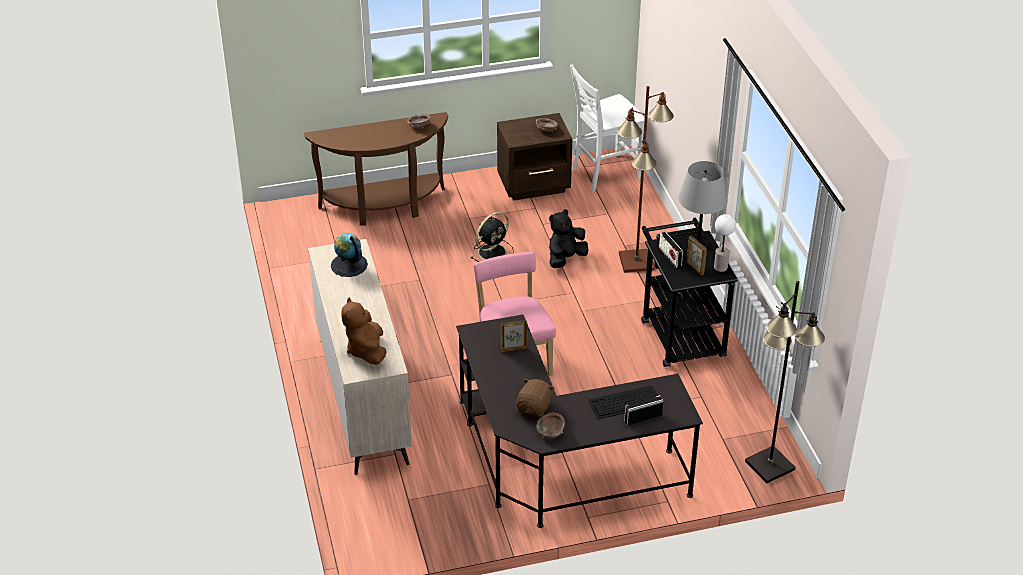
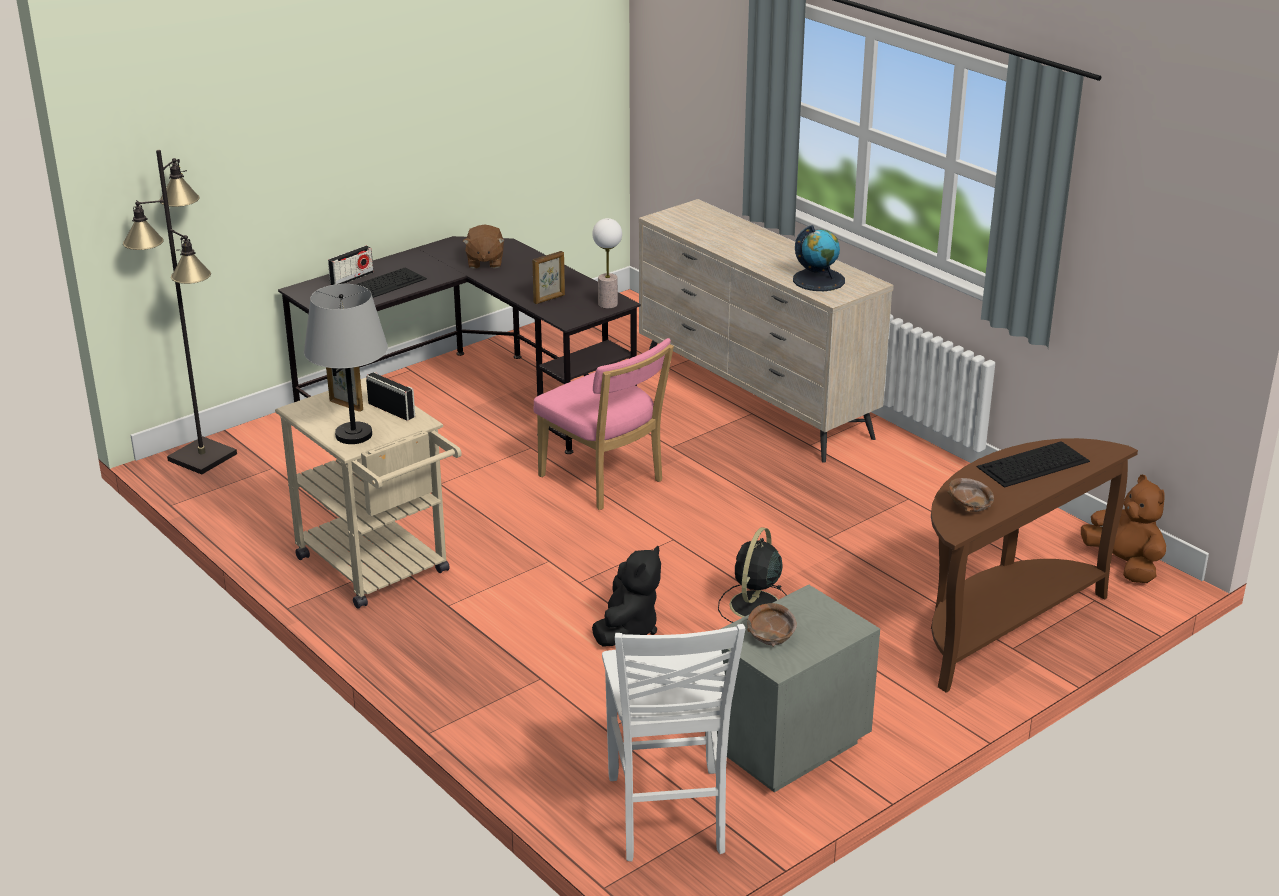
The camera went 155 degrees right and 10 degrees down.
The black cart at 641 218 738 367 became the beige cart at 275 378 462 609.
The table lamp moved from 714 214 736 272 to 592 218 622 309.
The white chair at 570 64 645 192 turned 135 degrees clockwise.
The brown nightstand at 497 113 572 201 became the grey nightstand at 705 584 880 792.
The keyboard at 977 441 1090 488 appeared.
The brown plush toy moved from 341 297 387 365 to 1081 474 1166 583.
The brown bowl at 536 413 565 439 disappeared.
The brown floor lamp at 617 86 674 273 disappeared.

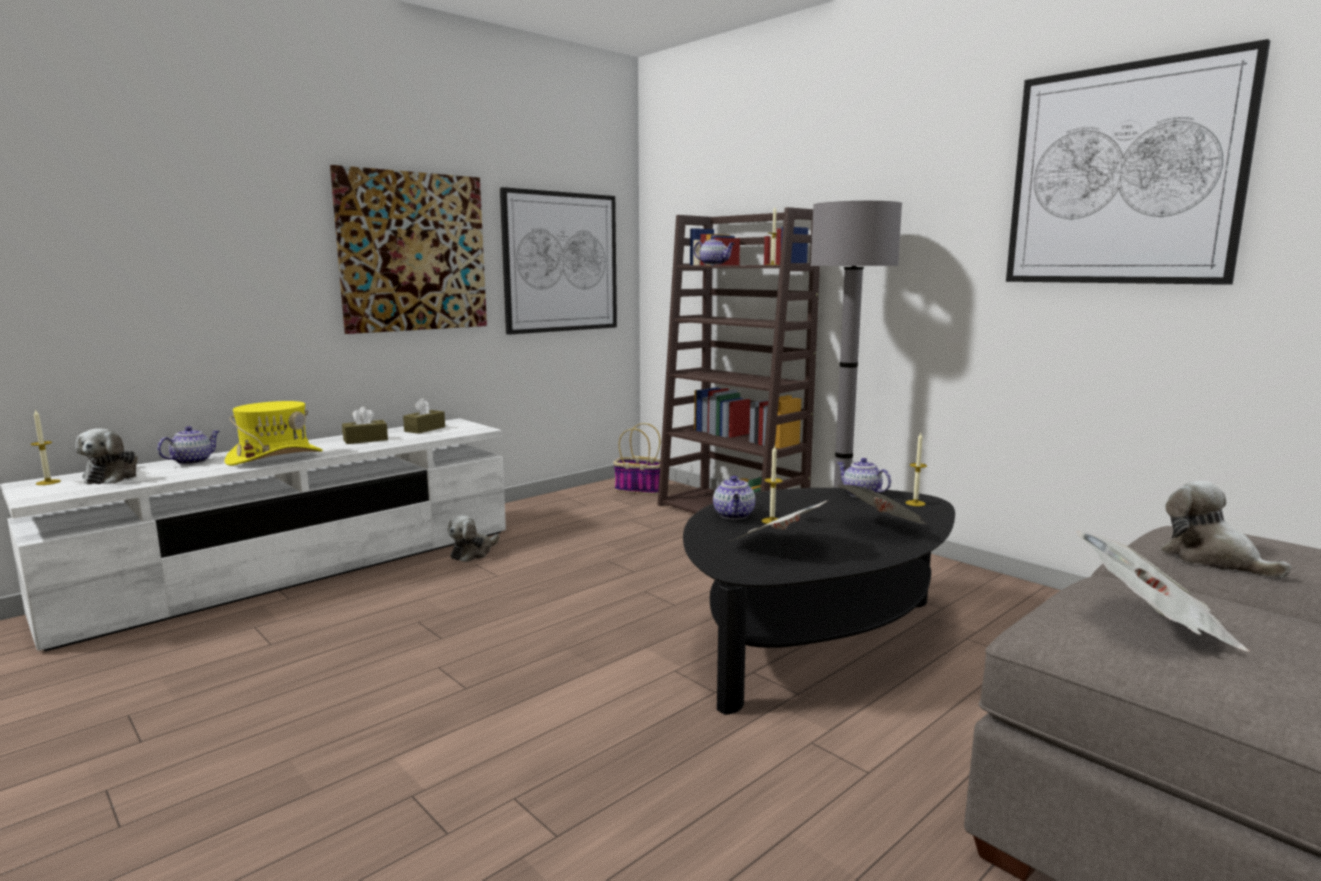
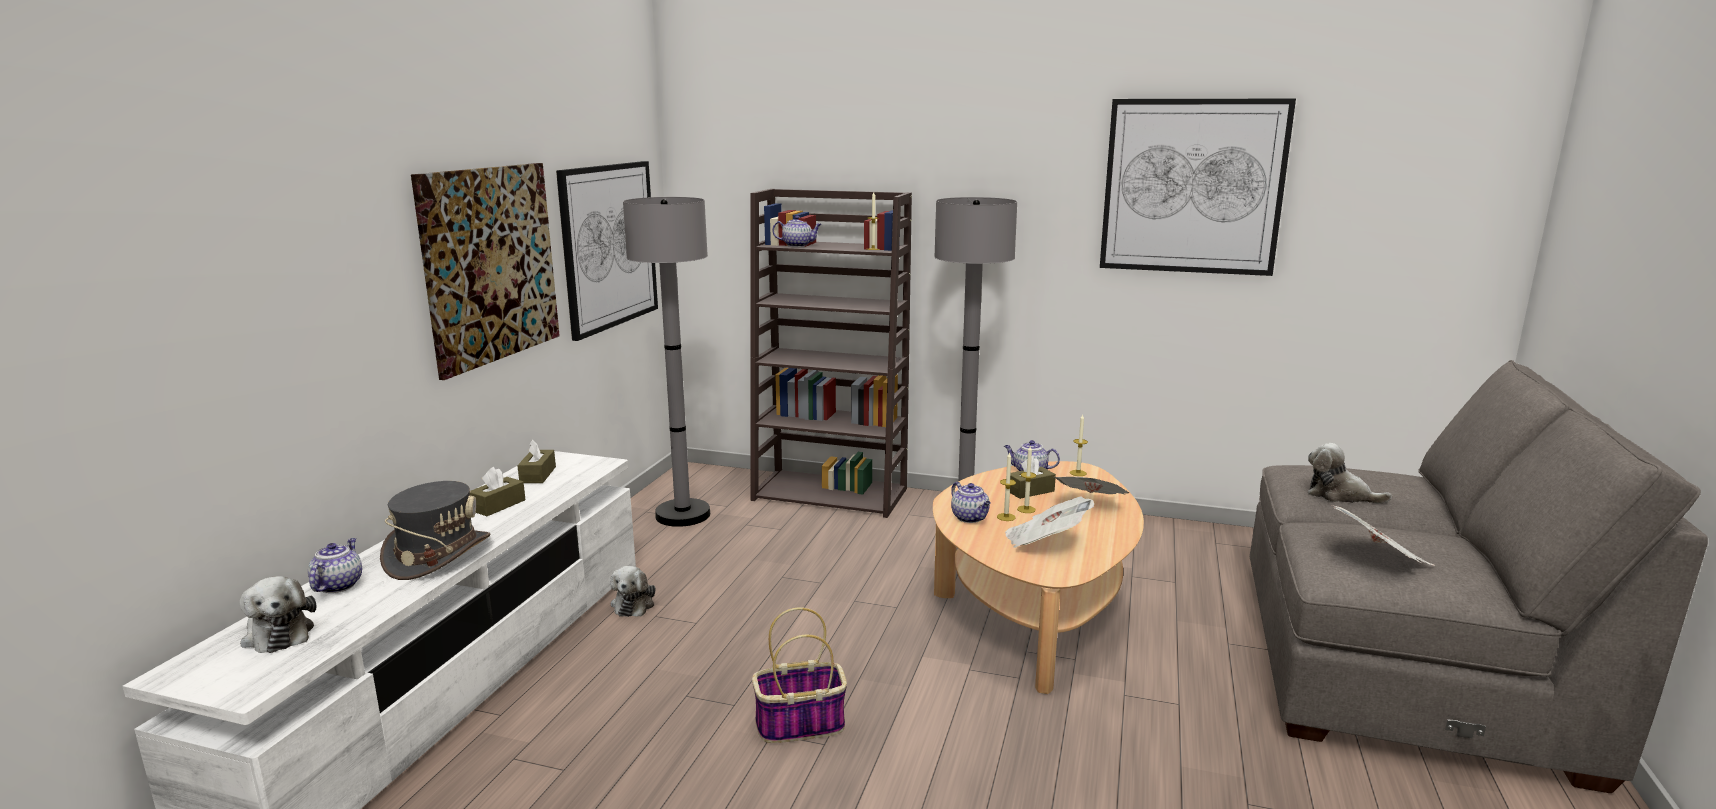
The camera went 30 degrees left and 5 degrees up.
The yellow hat at 225 401 323 466 became the grey hat at 380 481 491 580.
The grey floor lamp at 623 197 710 527 appeared.
The basket moved from 613 423 660 495 to 752 607 847 743.
The black coffee table at 683 488 955 715 became the beige coffee table at 933 461 1144 694.
The brown tissue box at 1010 456 1056 499 appeared.
The candle moved from 31 409 61 485 to 1017 446 1036 513.

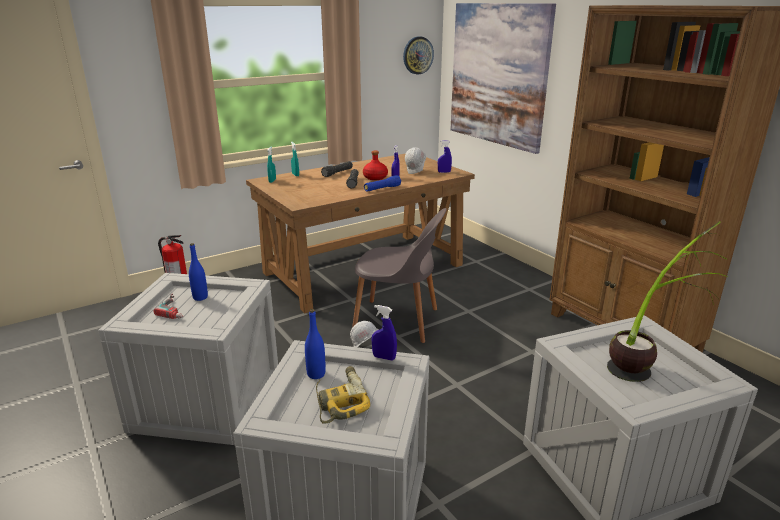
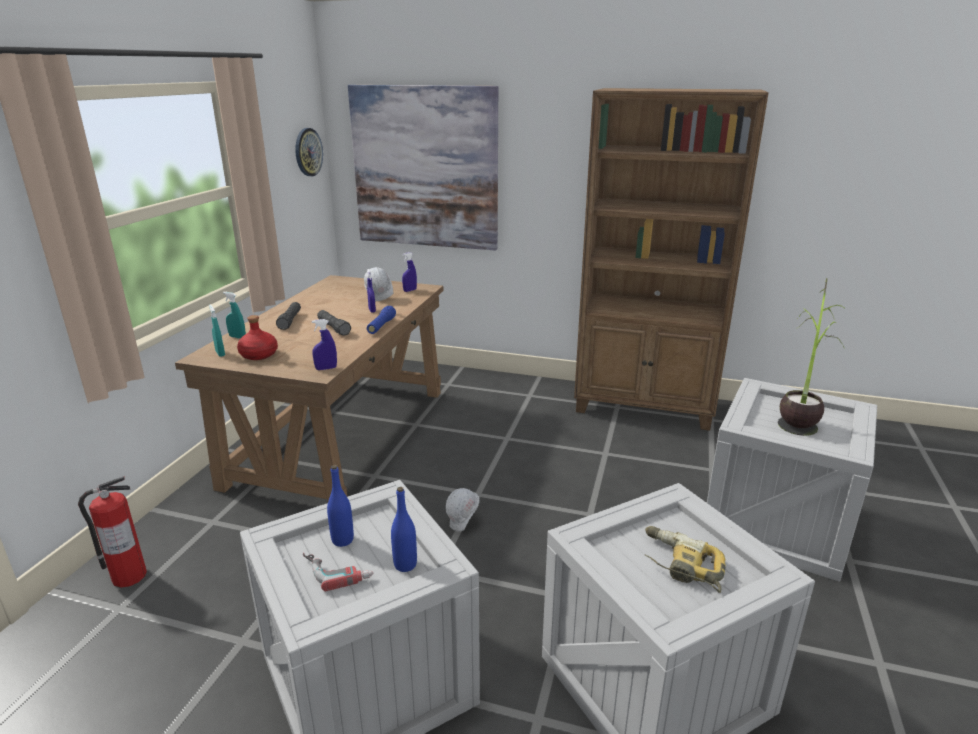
The camera went 40 degrees left and 0 degrees up.
The red bottle moved from 363 151 388 180 to 237 315 278 360.
The blue spray bottle moved from 372 305 397 361 to 312 319 337 370.
The blue bottle moved from 305 309 326 379 to 391 487 417 572.
The grey chair at 352 208 447 343 disappeared.

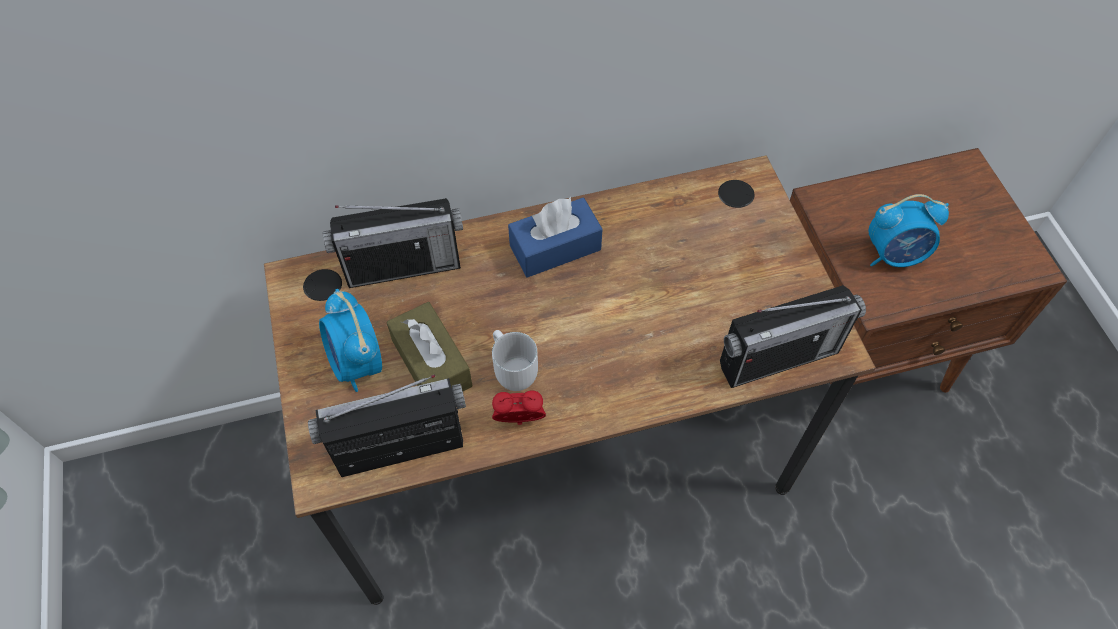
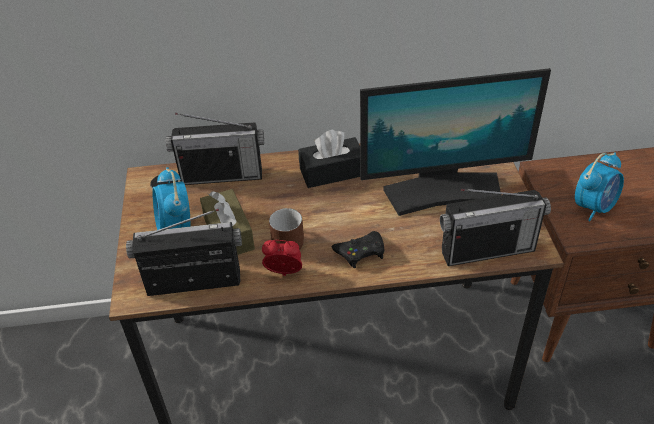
The camera went 10 degrees right and 15 degrees down.
The white mug at 492 330 538 391 became the brown mug at 269 208 304 250.
The blue tissue box at 508 197 602 278 became the black tissue box at 298 130 360 188.
The black game controller at 332 231 385 268 appeared.
The monitor at 360 68 551 216 appeared.
The alarm clock at 868 194 949 267 turned 45 degrees counterclockwise.

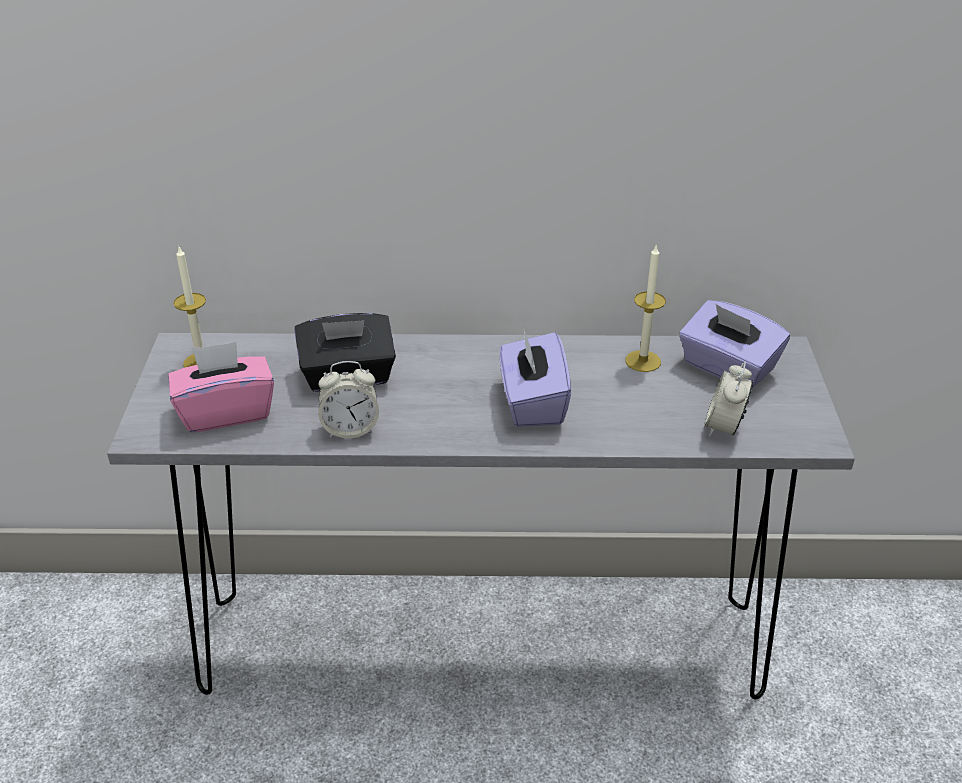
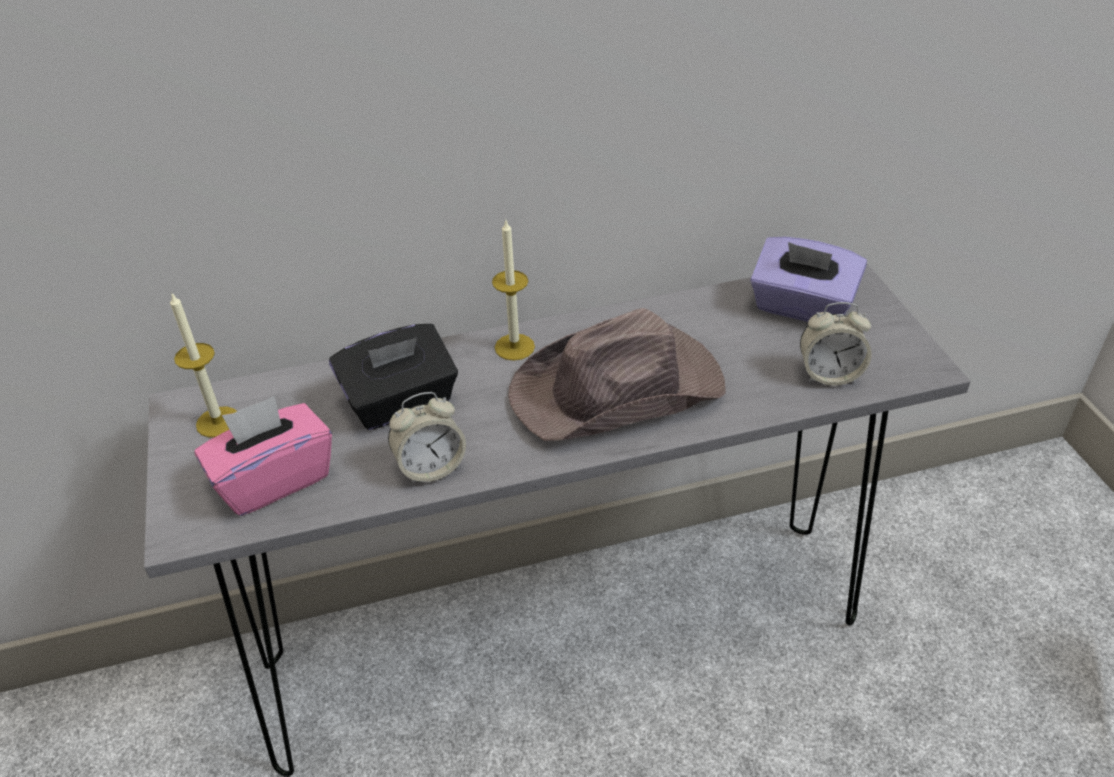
The camera went 15 degrees left and 5 degrees up.
The candle moved from 625 246 666 372 to 492 221 535 361.
The purple tissue box at 500 330 571 427 was replaced by the brown hat at 508 308 726 441.
The alarm clock at 704 362 753 437 turned 90 degrees counterclockwise.

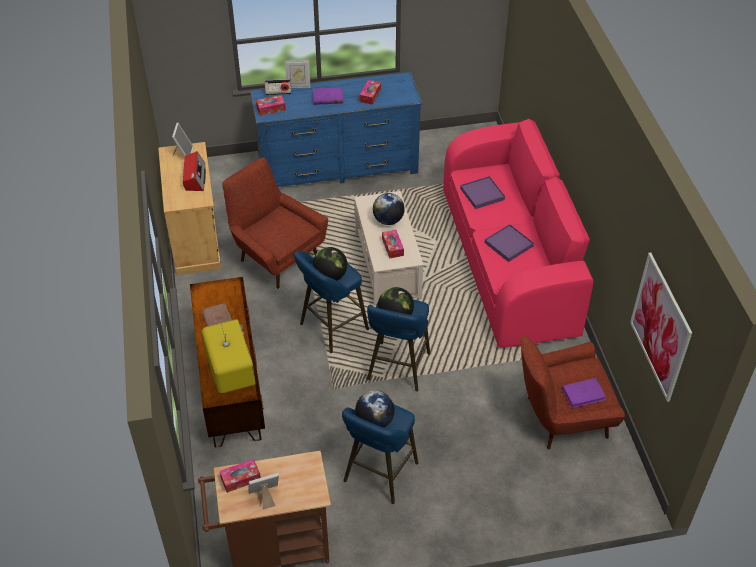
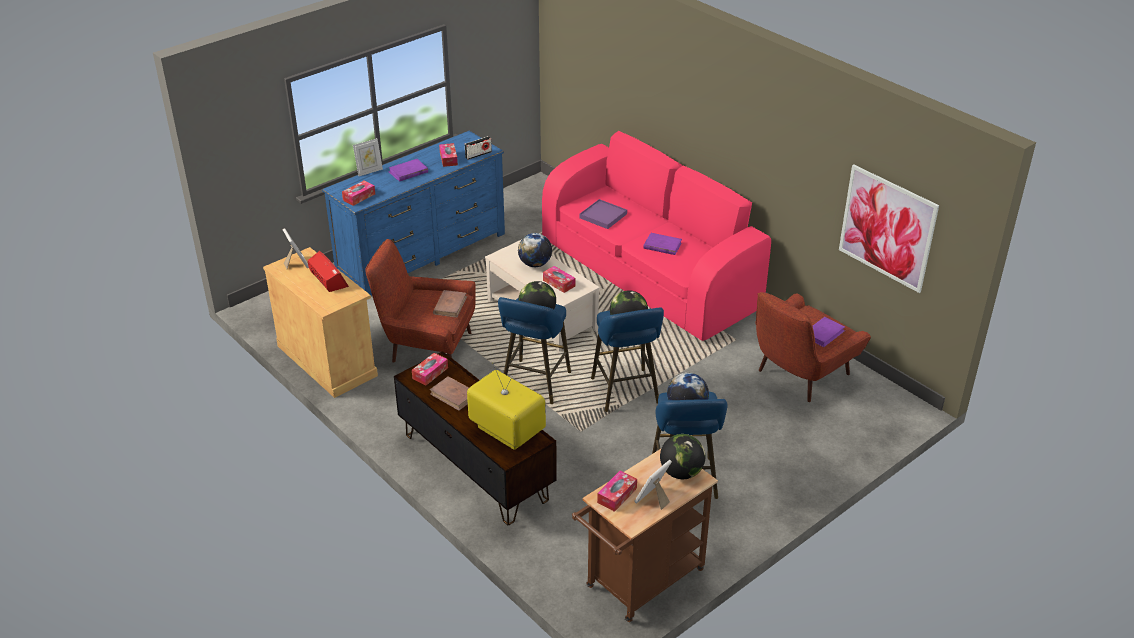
The camera went 30 degrees left and 10 degrees down.
The tissue box at 412 353 448 385 appeared.
The brown book at 433 290 467 318 appeared.
The radio moved from 264 79 292 95 to 465 136 492 160.
The purple tray at 485 224 534 262 was replaced by the purple book at 644 233 682 255.
The globe at 660 434 705 479 appeared.

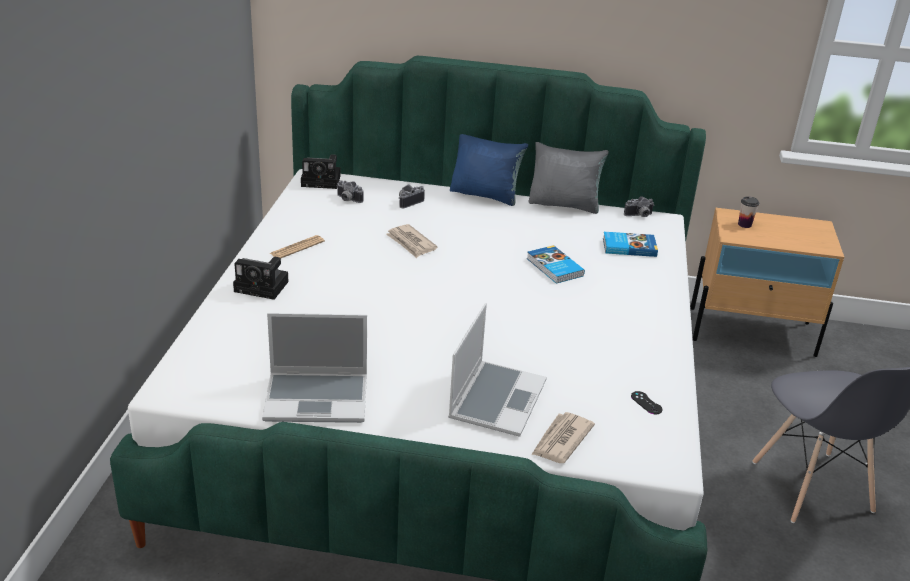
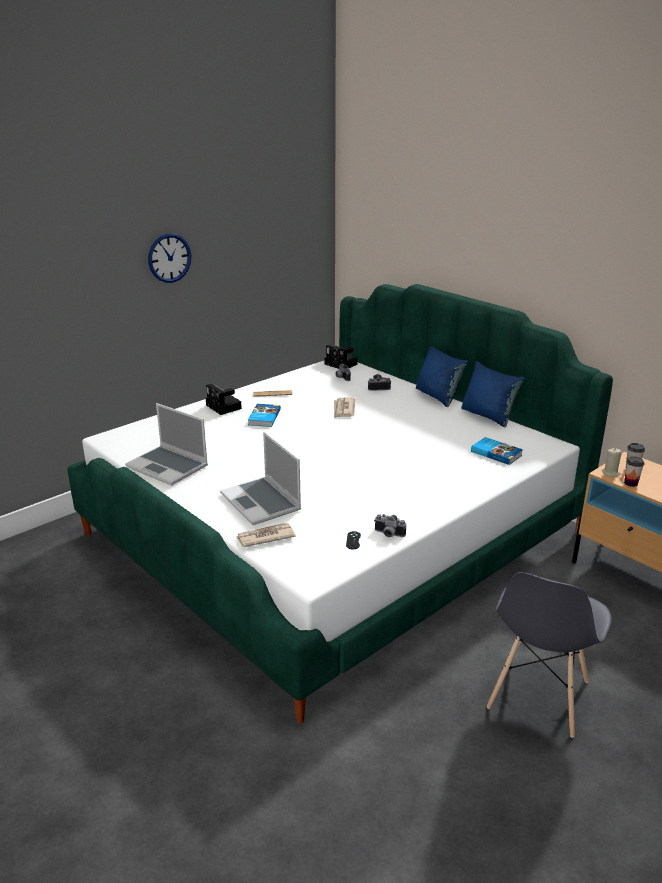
The camera went 40 degrees right and 5 degrees down.
The wall clock at 148 233 191 283 appeared.
The laptop at 448 303 547 437 turned 90 degrees clockwise.
The book moved from 527 245 585 284 to 248 404 281 427.
The photo camera moved from 624 196 654 217 to 374 514 406 537.
The grey pillow at 529 142 609 214 became the blue pillow at 461 361 525 427.
The beige candle at 602 448 622 477 appeared.
The cup at 624 456 644 487 appeared.

